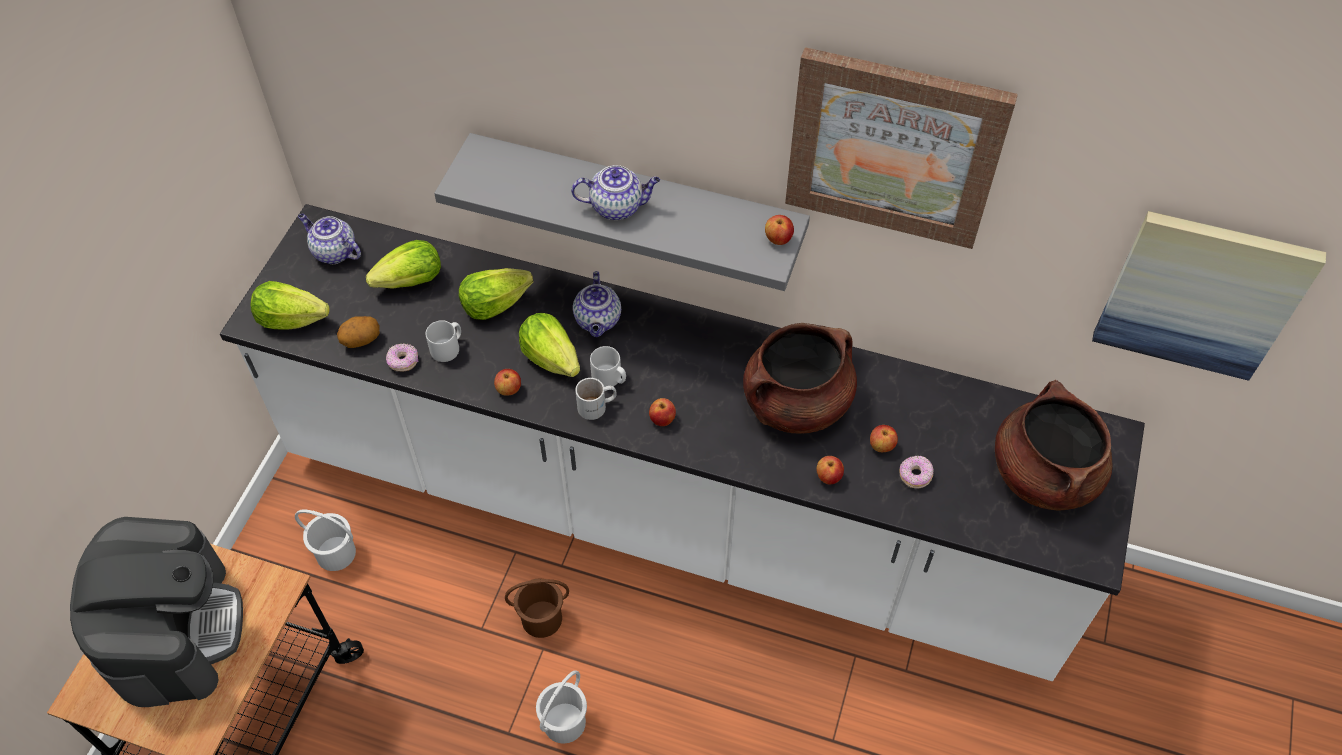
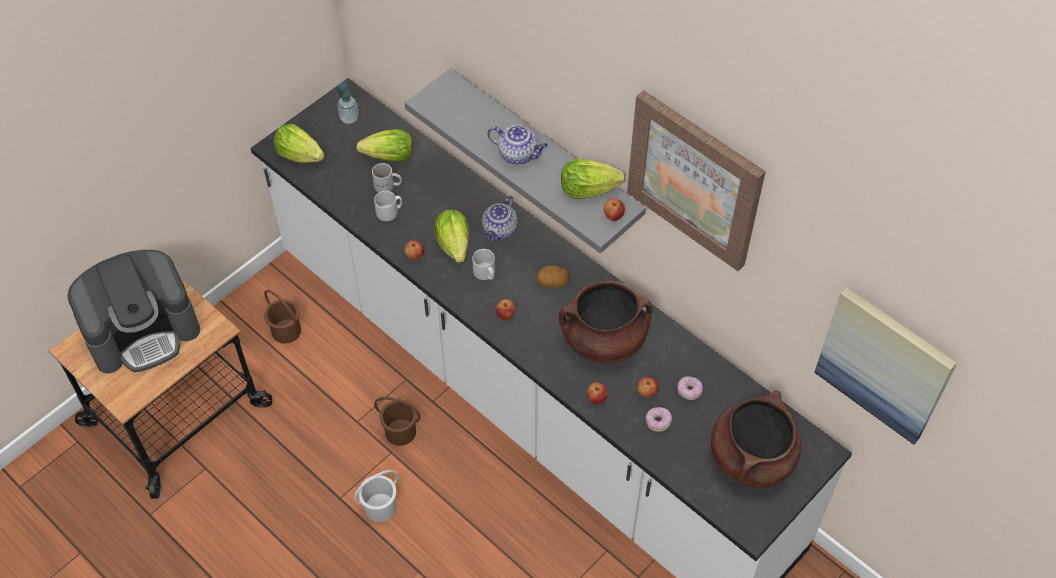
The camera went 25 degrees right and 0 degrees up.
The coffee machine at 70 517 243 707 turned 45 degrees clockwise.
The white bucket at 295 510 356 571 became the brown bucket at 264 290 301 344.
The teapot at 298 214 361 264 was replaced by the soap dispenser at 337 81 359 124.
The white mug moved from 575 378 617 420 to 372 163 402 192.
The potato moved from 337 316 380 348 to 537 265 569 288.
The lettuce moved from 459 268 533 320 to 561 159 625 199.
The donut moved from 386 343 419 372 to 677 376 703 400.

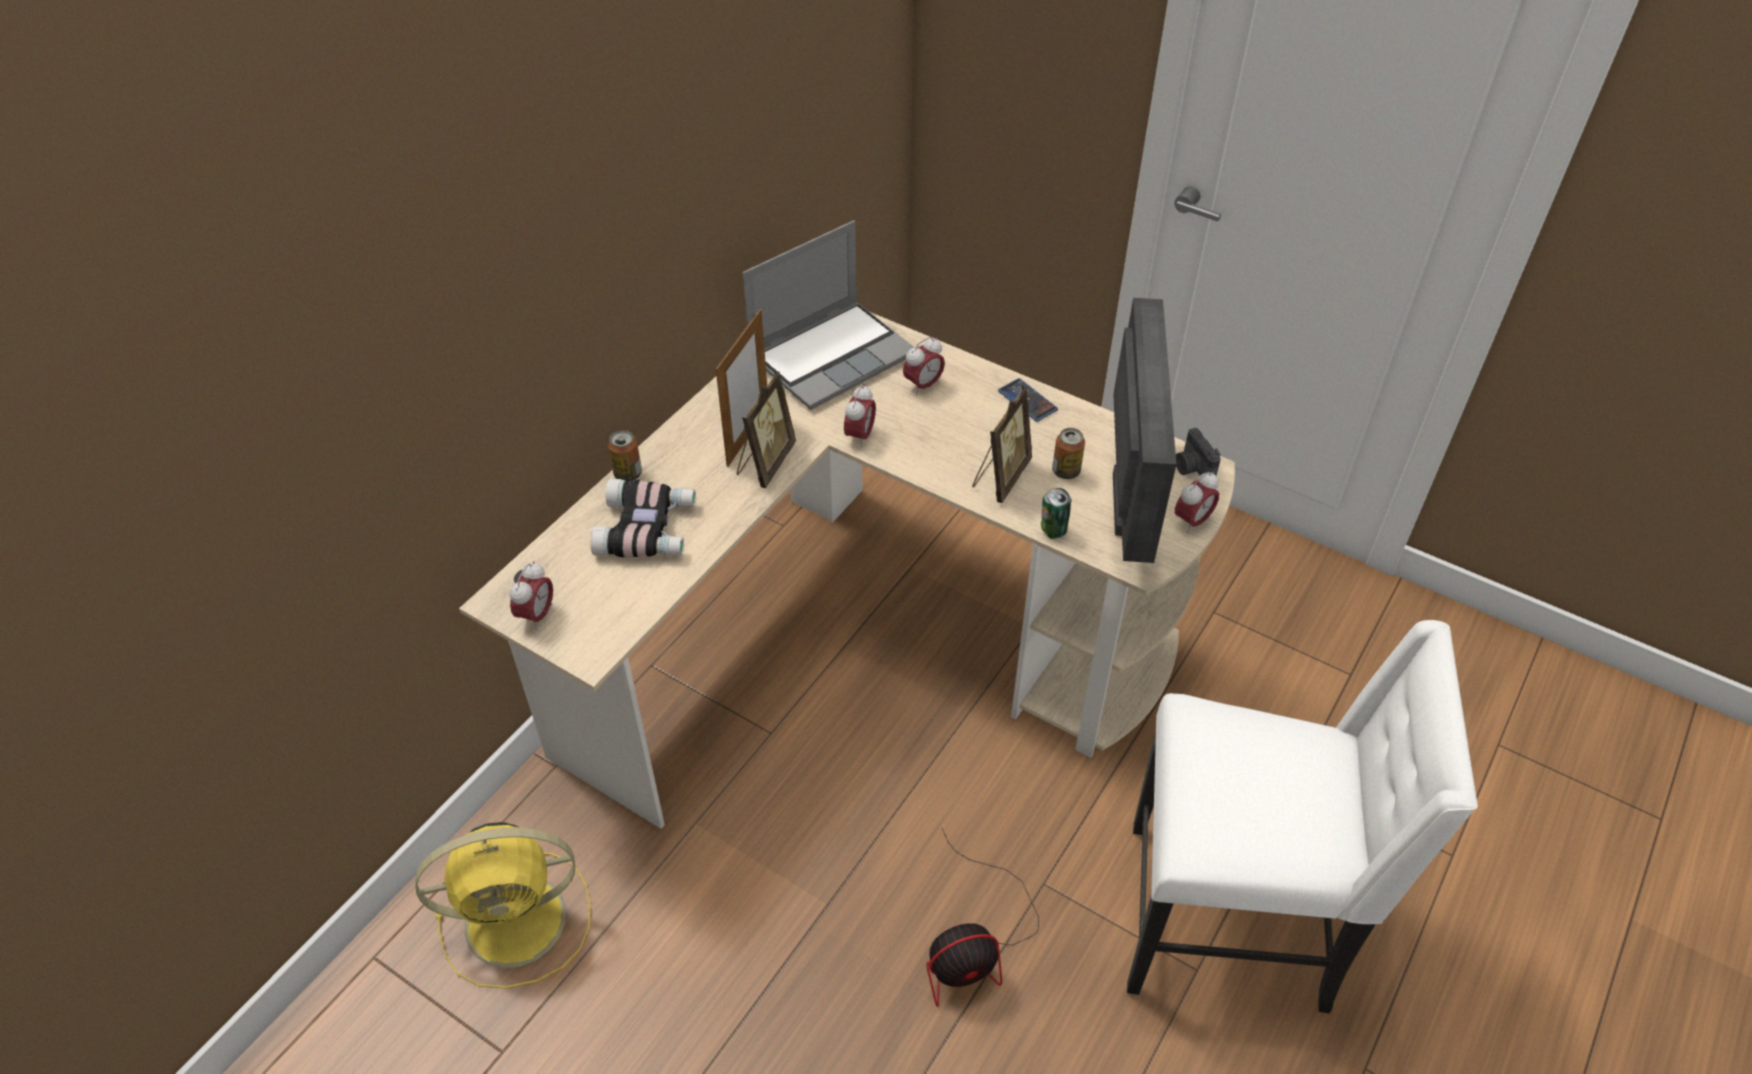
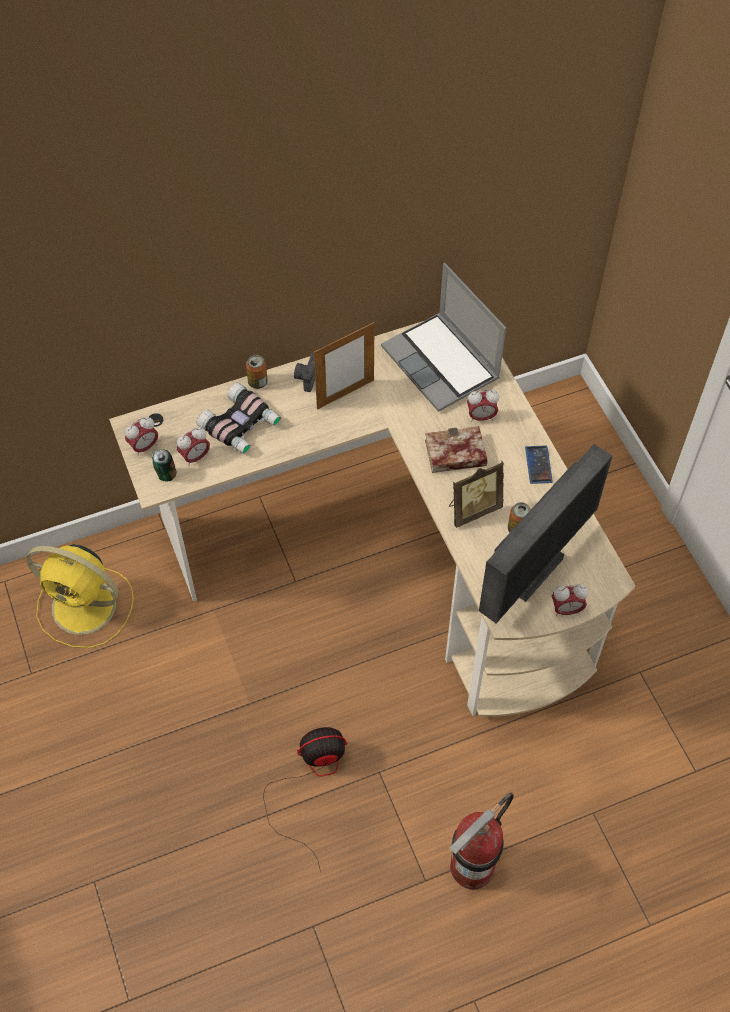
The camera went 35 degrees right and 10 degrees up.
The can moved from 1041 488 1072 539 to 151 449 176 482.
The alarm clock moved from 844 384 876 448 to 177 427 210 466.
The fan at 927 828 1039 1007 turned 150 degrees clockwise.
The photo camera moved from 1176 428 1221 476 to 294 352 315 392.
The laptop at 743 221 915 410 turned 60 degrees clockwise.
The book at 425 426 488 473 appeared.
The white chair at 1127 620 1478 1014 was replaced by the fire extinguisher at 449 793 514 890.
The picture frame at 737 371 796 488 disappeared.

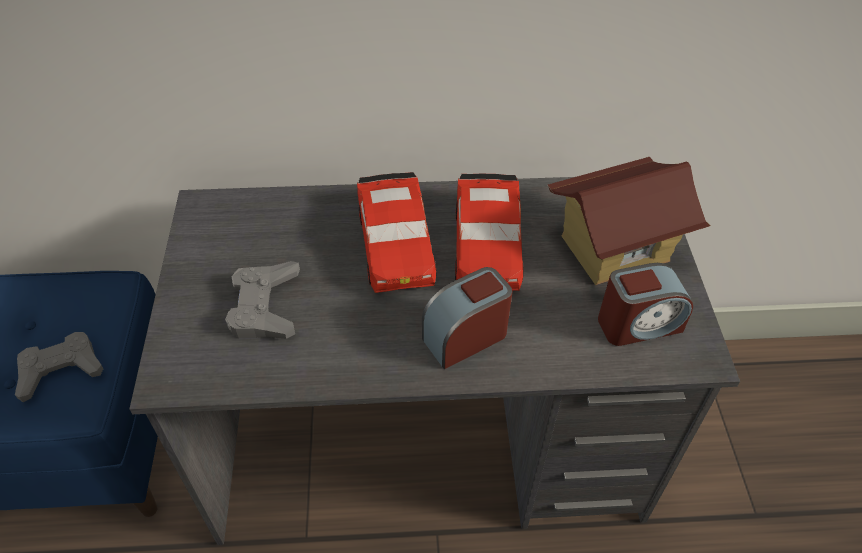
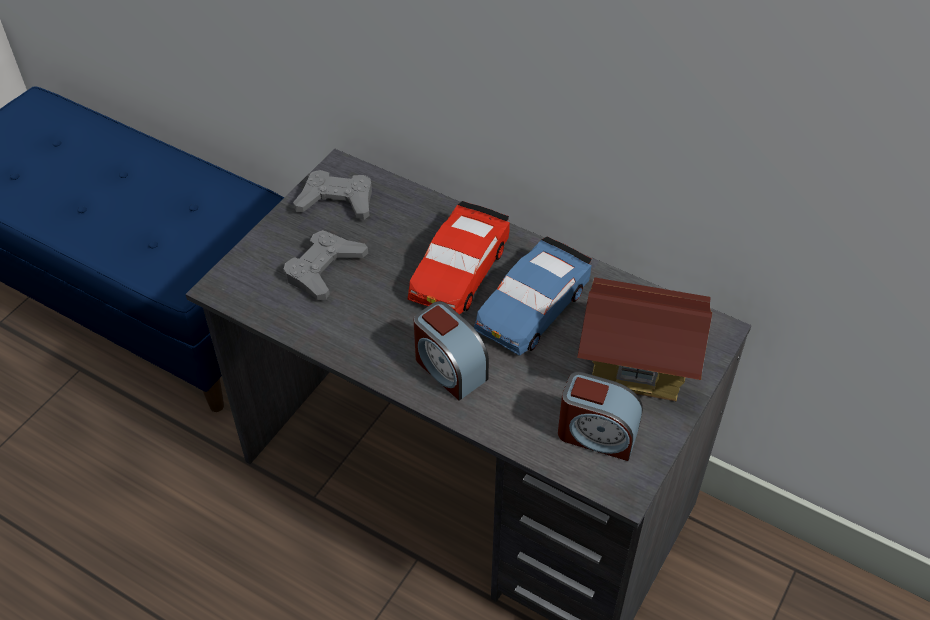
The camera went 35 degrees right and 0 degrees up.
The grey game controller moved from 15 332 104 402 to 293 170 372 220.
The alarm clock at 422 267 512 369 turned 135 degrees counterclockwise.
The red toy car at 455 173 524 291 became the blue toy car at 474 236 592 356.

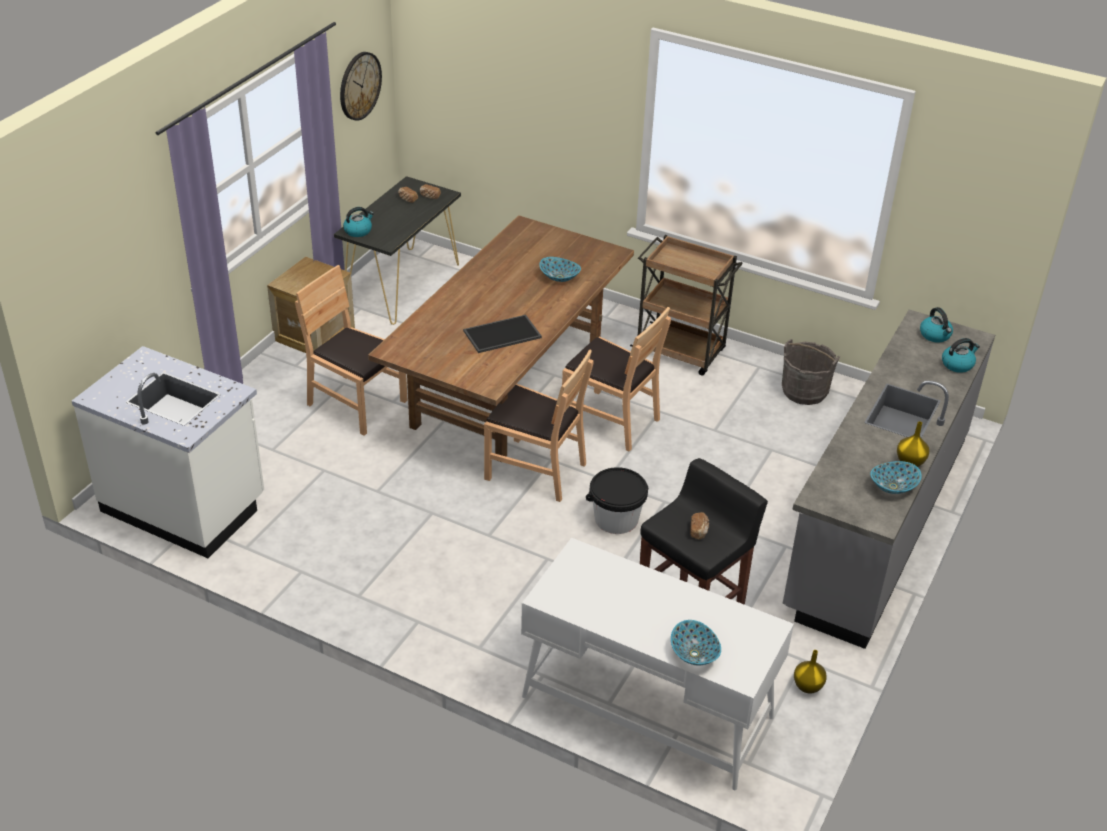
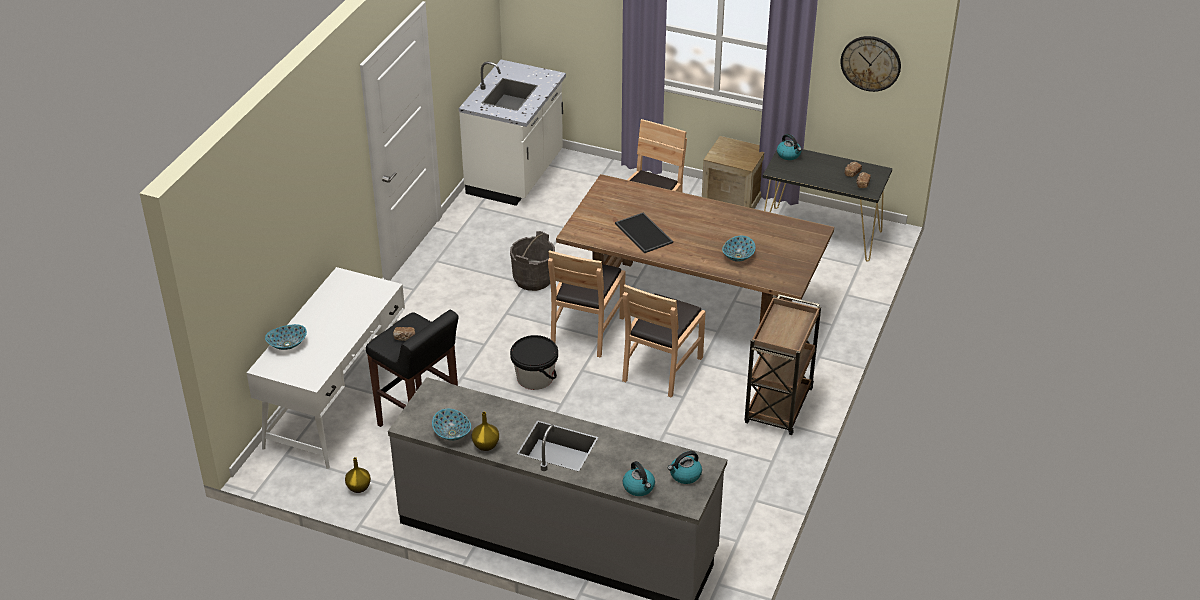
The camera went 85 degrees right and 0 degrees up.
The grey bucket moved from 782 339 840 405 to 510 231 555 291.

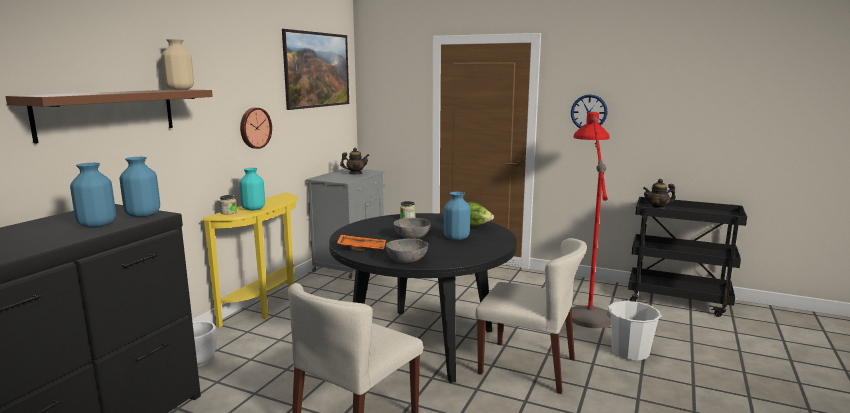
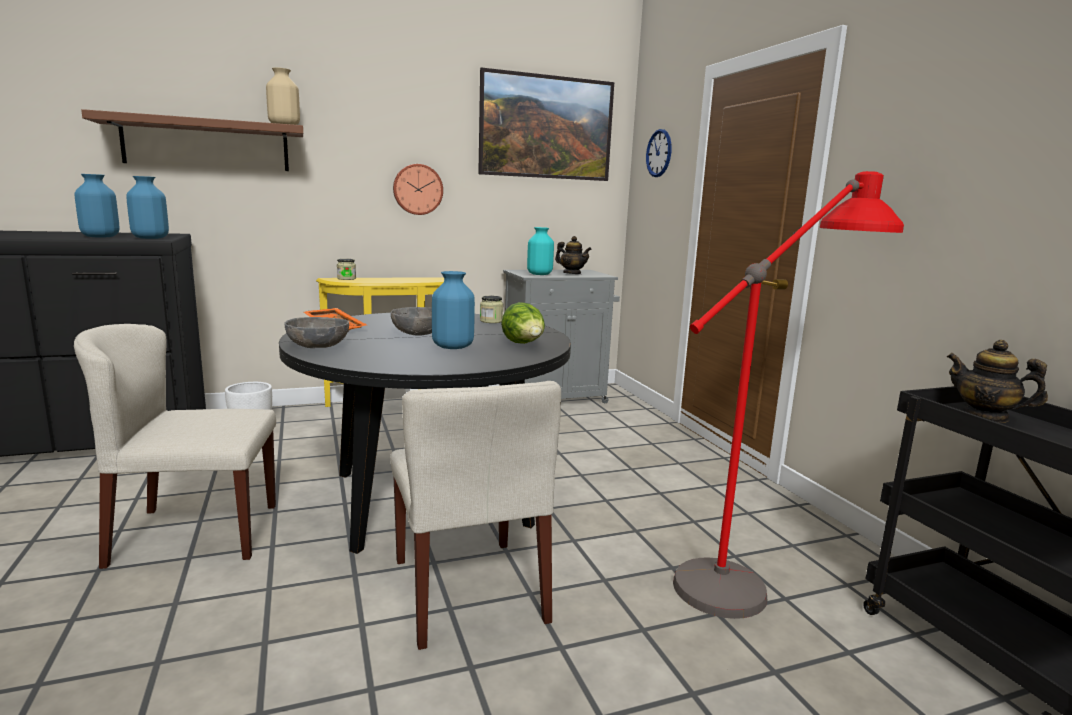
The camera went 45 degrees right and 0 degrees up.
The turquoise vase moved from 239 168 265 210 to 527 227 554 275.
The wall clock moved from 571 94 607 128 to 646 129 672 177.
The white bucket at 607 301 661 361 disappeared.

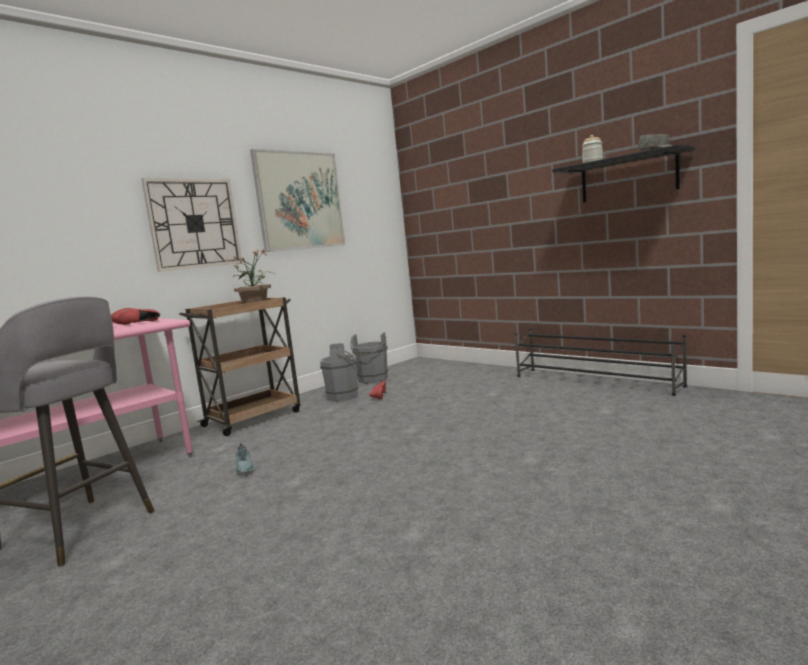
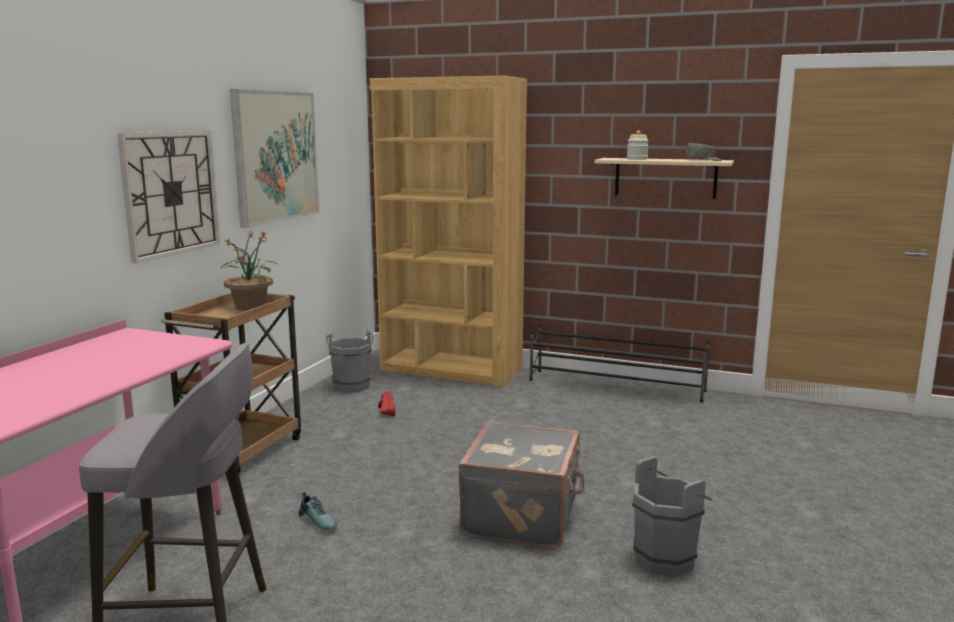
The camera went 25 degrees left and 5 degrees up.
The brown bookcase at 370 75 527 387 appeared.
The grey suitcase at 458 421 584 549 appeared.
The black shelf at 552 144 695 203 became the beige shelf at 595 158 734 199.
The grey bucket moved from 320 343 362 401 to 632 456 712 576.
The red shoe at 111 308 160 325 disappeared.

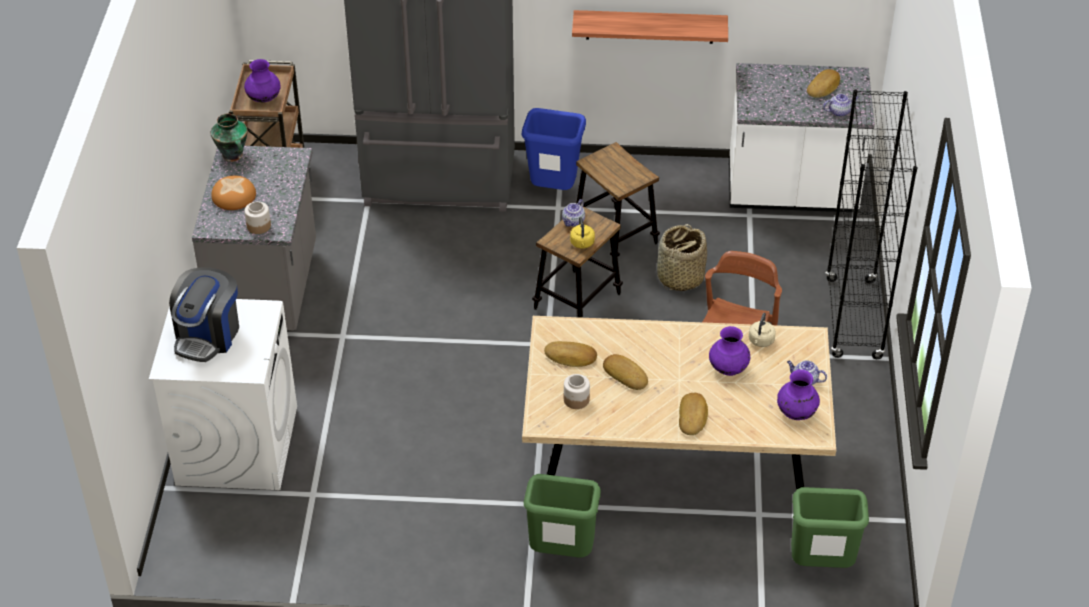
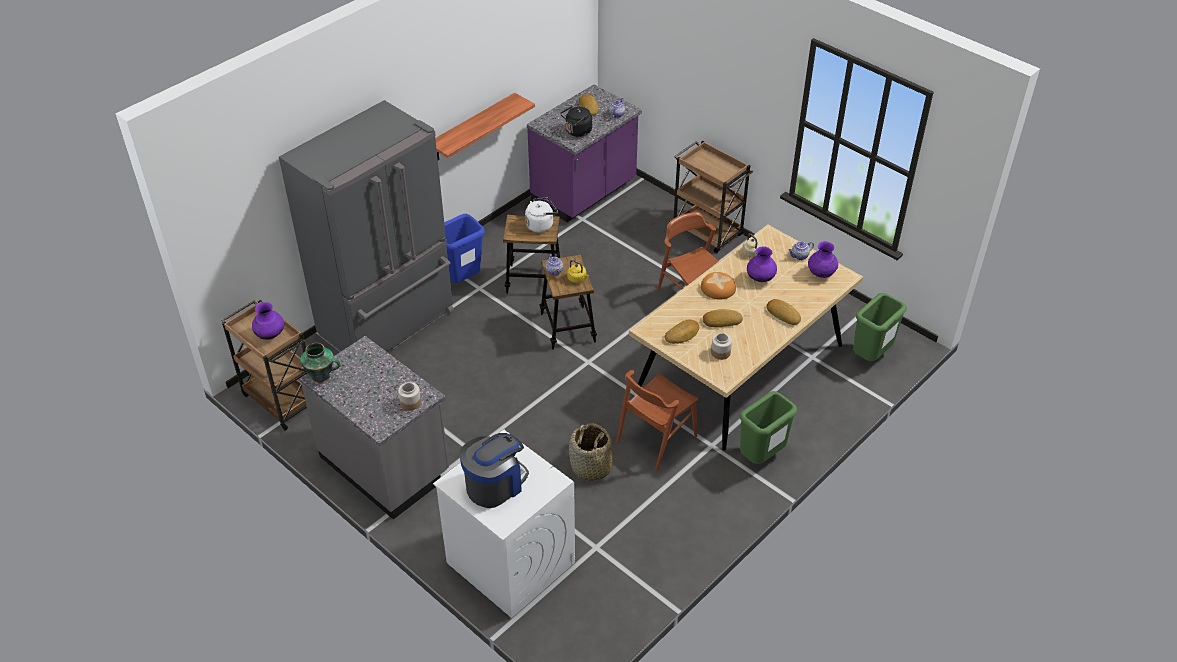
The camera went 50 degrees left and 0 degrees up.
The coffee machine at 169 268 239 362 turned 105 degrees counterclockwise.
The white kettle at 525 197 558 233 appeared.
The white counter at 729 63 875 212 became the purple counter at 527 84 642 222.
The black kettle at 560 106 592 137 appeared.
The basket moved from 657 224 707 291 to 569 423 613 482.
The brown chair at 617 370 698 471 appeared.
The black bookcase at 825 89 918 359 was replaced by the brown cart at 669 141 753 253.
The bread moved from 211 176 256 210 to 701 272 736 299.

